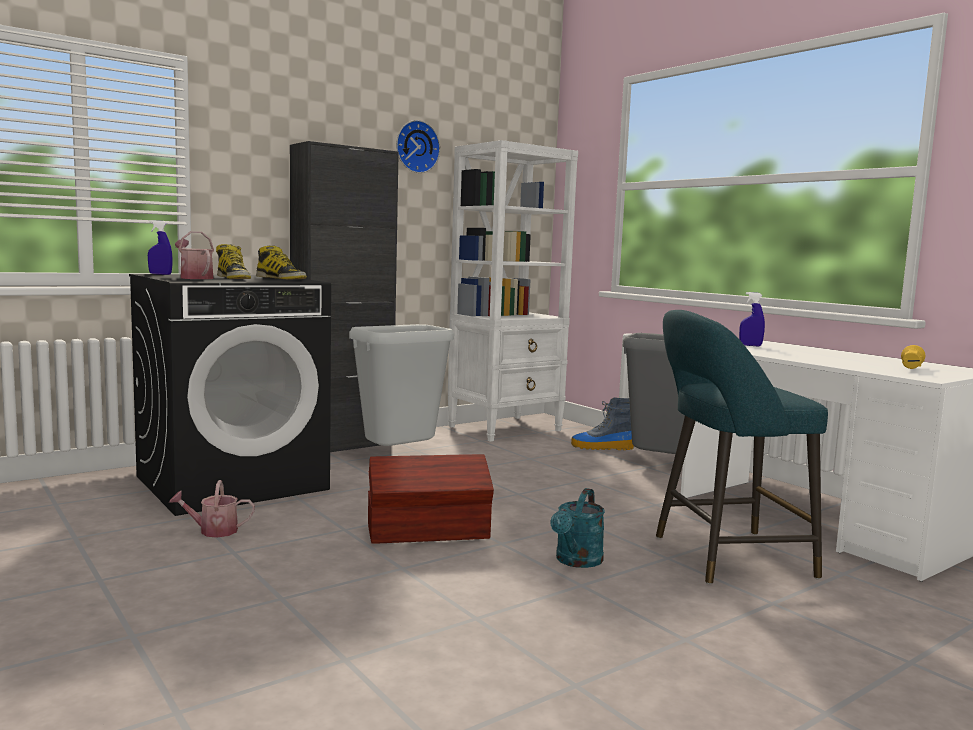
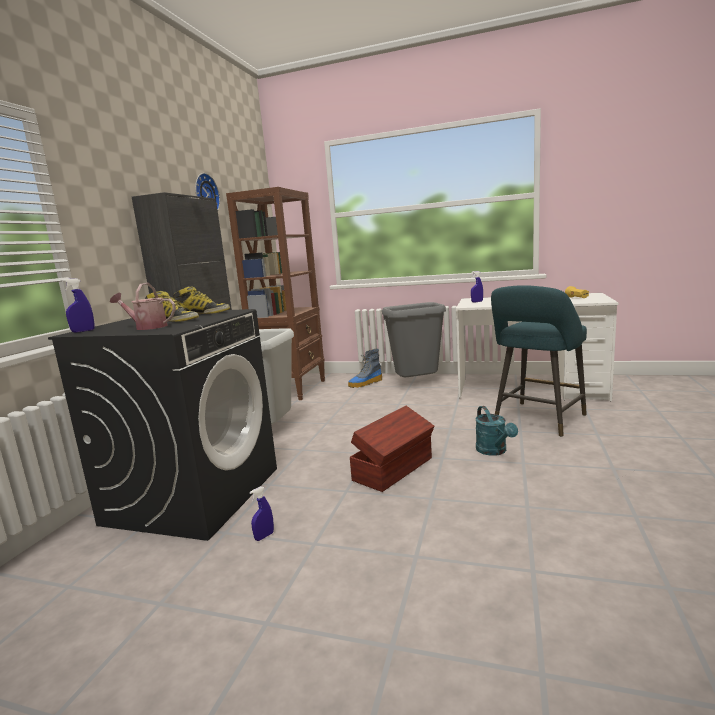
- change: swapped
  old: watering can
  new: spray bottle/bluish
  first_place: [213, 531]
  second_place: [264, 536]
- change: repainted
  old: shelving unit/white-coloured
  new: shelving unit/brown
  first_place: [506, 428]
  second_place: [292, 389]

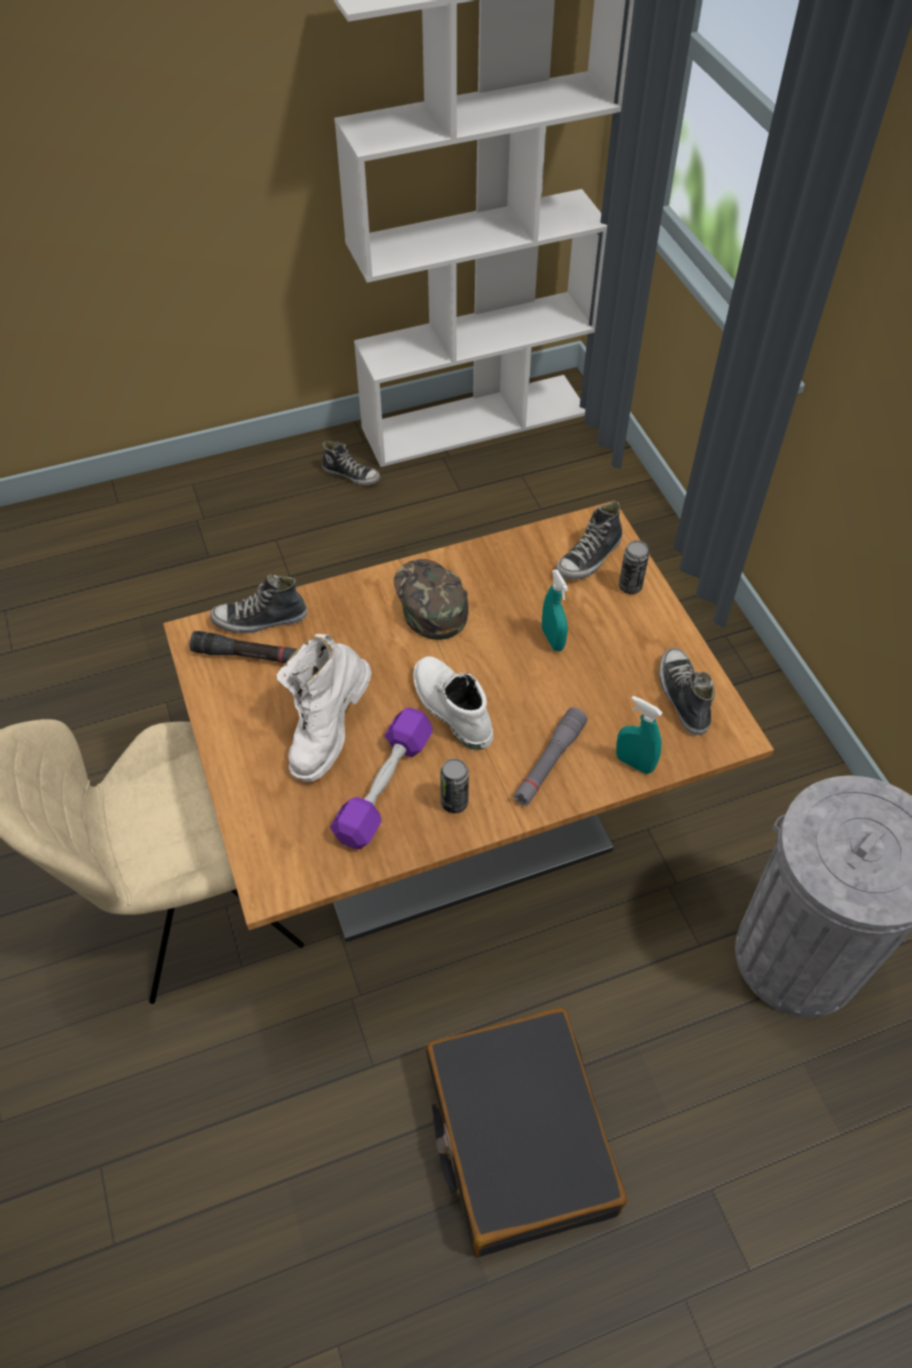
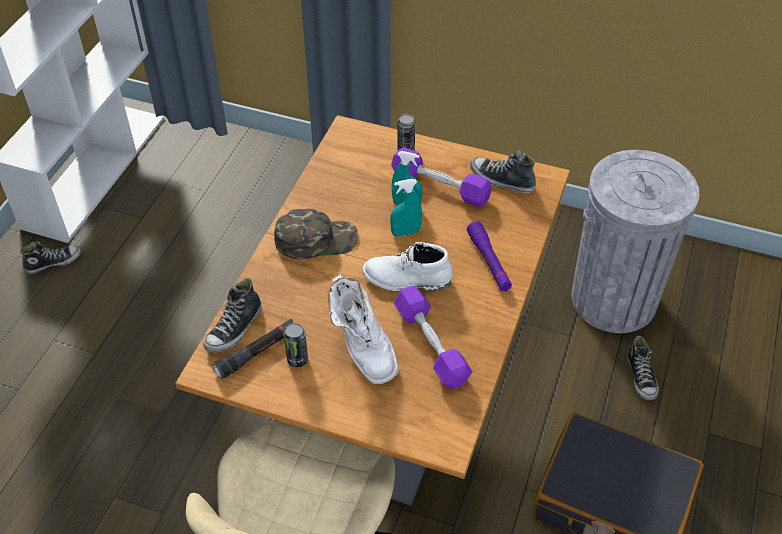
- change: new
  new: hand weight/purple
  second_place: [440, 186]
- change: shifted
  old: can
  first_place: [454, 802]
  second_place: [297, 360]
- change: shifted
  old: shoe
  first_place: [589, 558]
  second_place: [641, 377]
- change: shifted
  old: spray bottle/turquoise
  first_place: [634, 763]
  second_place: [405, 232]
- change: repainted
  old: hand torch/greyish
  new: hand torch/purple
  first_place: [549, 762]
  second_place: [489, 261]
- change: rotated
  old: baseball cap/greenish
  first_place: [429, 601]
  second_place: [316, 239]
  degrees: 150

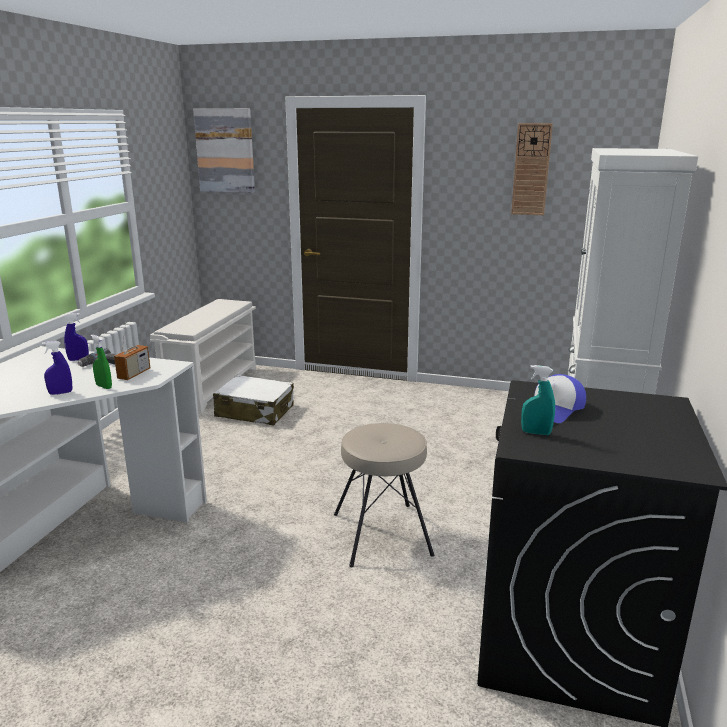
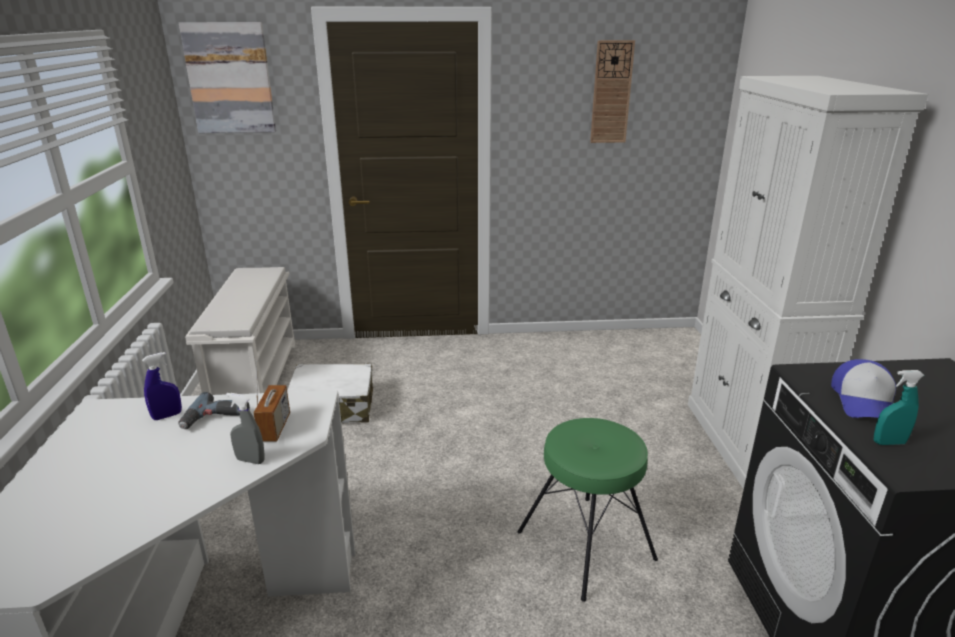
- change: gone
  old: spray bottle/bluish
  first_place: [60, 393]
- change: repainted
  old: spray bottle/greenish
  new: spray bottle/greyish
  first_place: [104, 386]
  second_place: [250, 460]
- change: repainted
  old: sitting stool/beige-coloured
  new: sitting stool/greenish
  first_place: [382, 533]
  second_place: [586, 544]

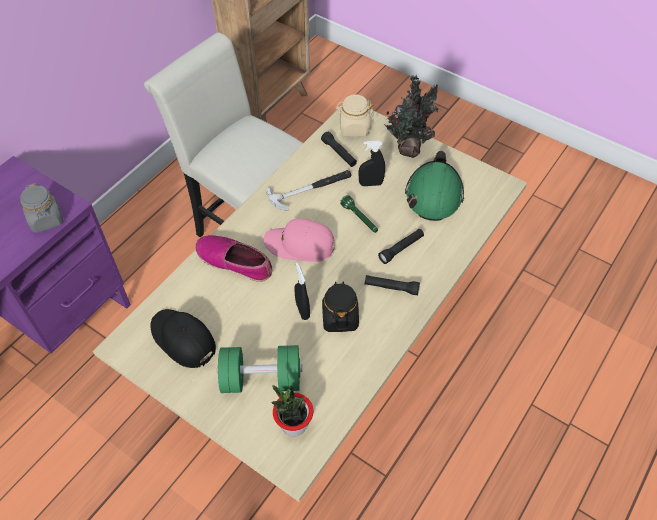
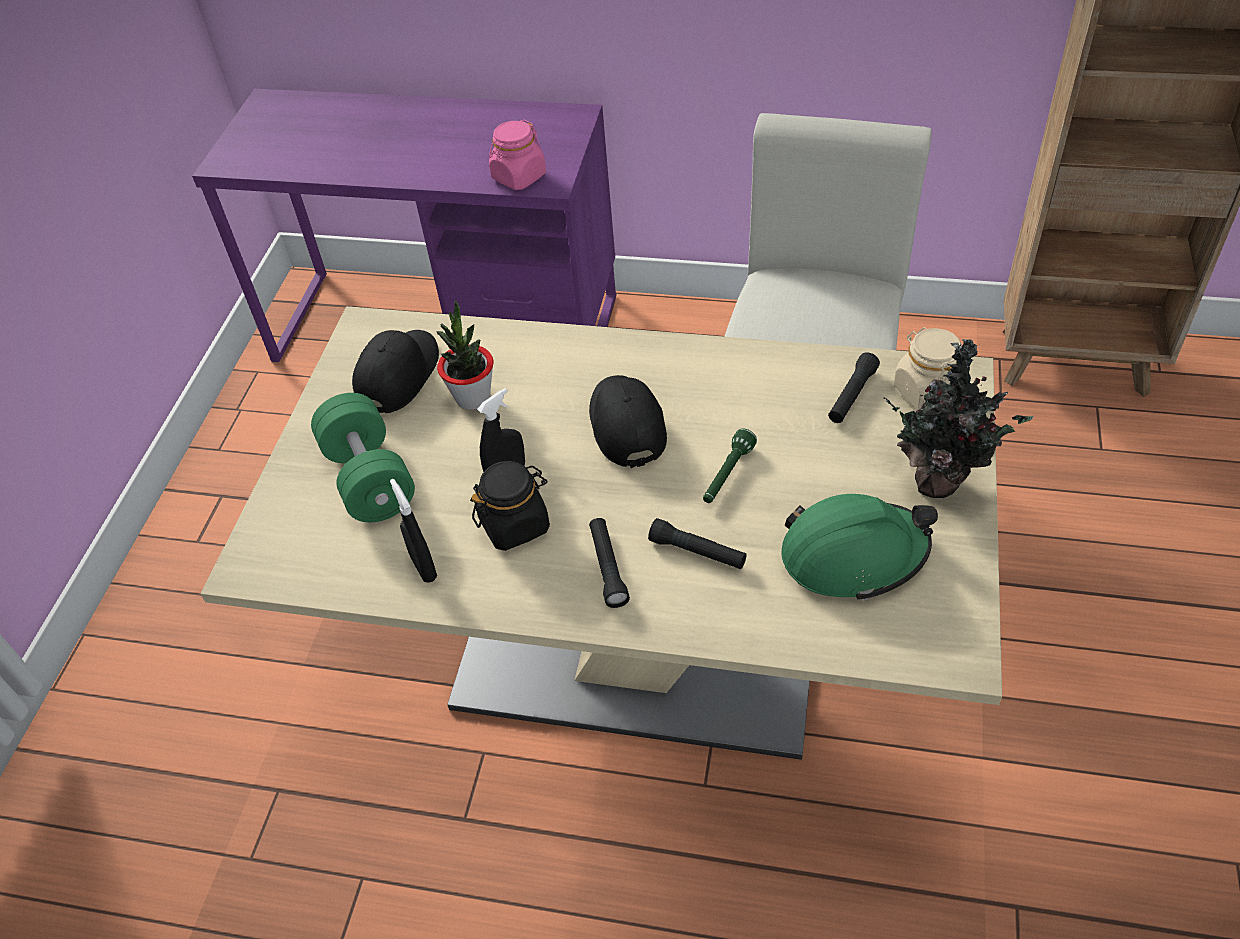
- change: gone
  old: shoe
  first_place: [235, 262]
- change: gone
  old: tool hammer
  first_place: [310, 189]
- change: shifted
  old: plant in a pot
  first_place: [294, 425]
  second_place: [472, 397]
- change: shifted
  old: spray bottle/black
  first_place: [370, 183]
  second_place: [424, 567]
- change: repainted
  old: storage jar/greyish
  new: storage jar/pink-coloured
  first_place: [46, 219]
  second_place: [519, 177]
- change: repainted
  old: baseball cap/pink-coloured
  new: baseball cap/black
  first_place: [299, 245]
  second_place: [626, 425]

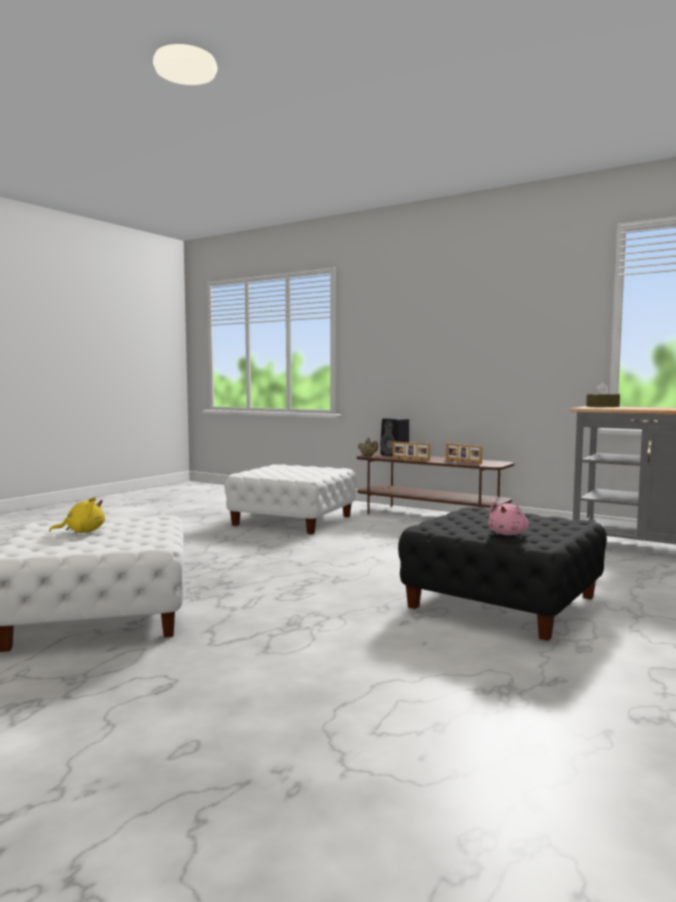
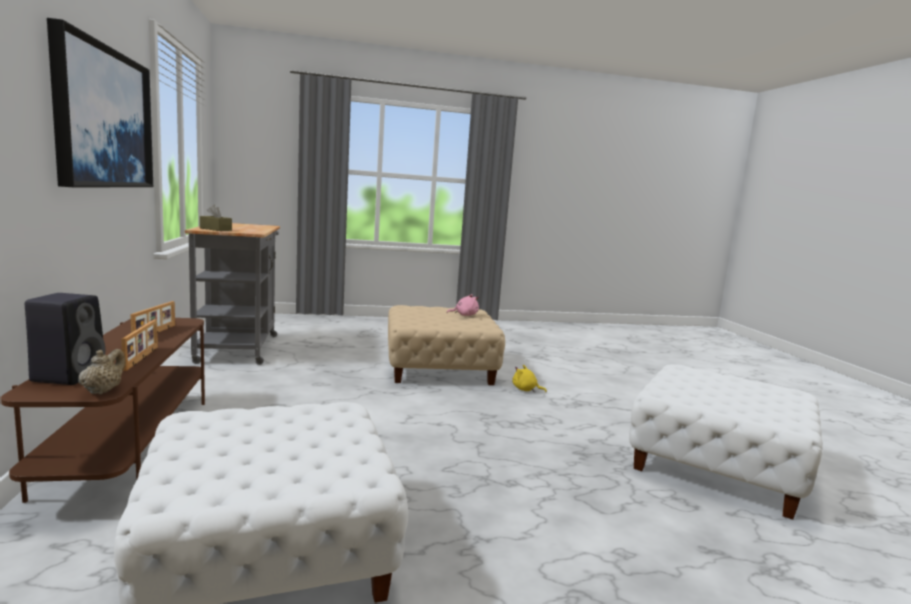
- change: new
  new: wall picture
  second_place: [104, 118]
- change: shifted
  old: plush toy/yellowish
  first_place: [82, 532]
  second_place: [525, 390]
- change: repainted
  old: ottoman/black
  new: ottoman/beige-coloured
  first_place: [503, 602]
  second_place: [439, 368]

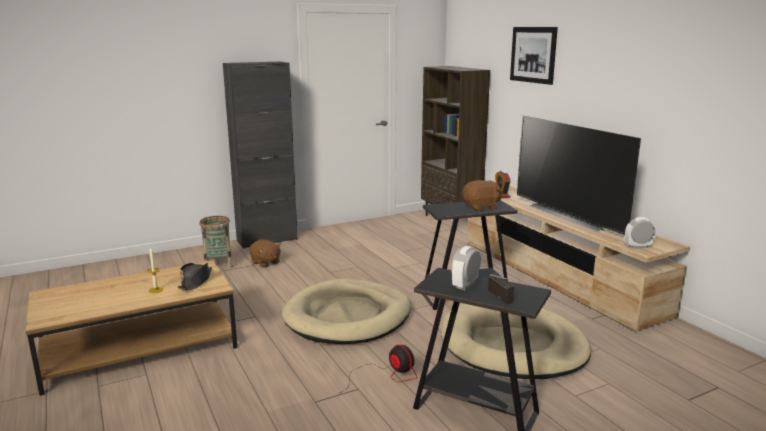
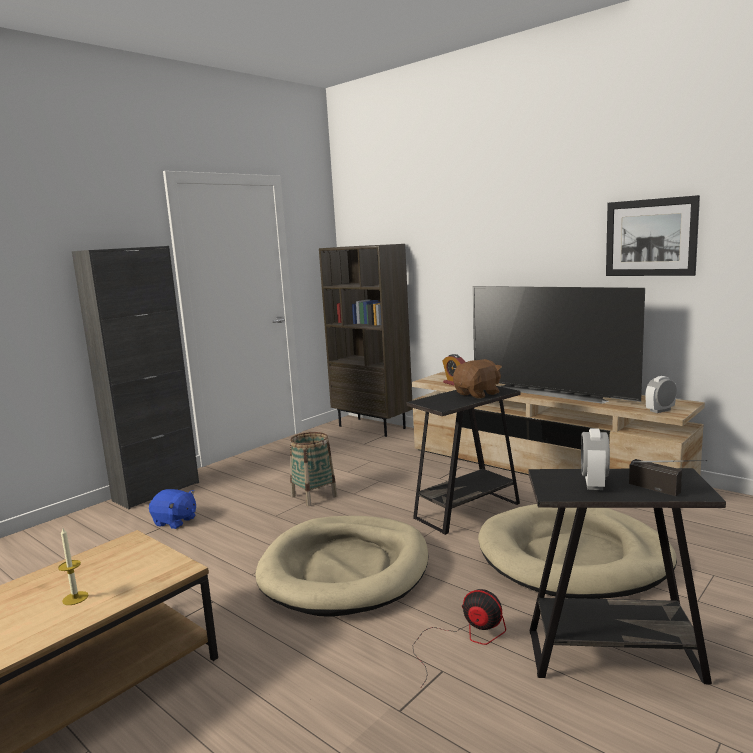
- change: gone
  old: clothing hat/black
  first_place: [196, 281]
- change: shifted
  old: basket
  first_place: [218, 264]
  second_place: [314, 496]
- change: shifted
  old: wall picture
  first_place: [533, 54]
  second_place: [650, 237]
- change: repainted
  old: plush toy/brown
  new: plush toy/bluish
  first_place: [265, 263]
  second_place: [175, 522]

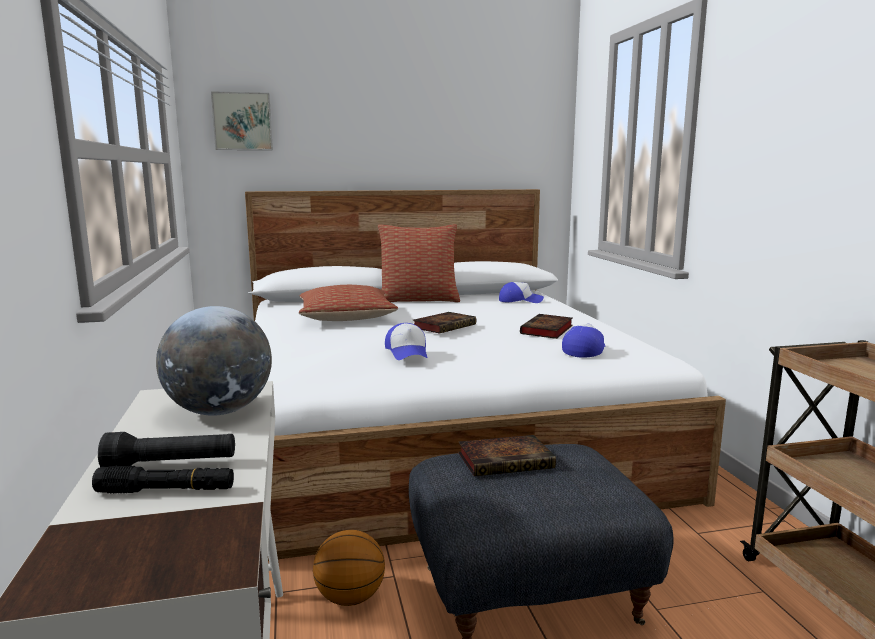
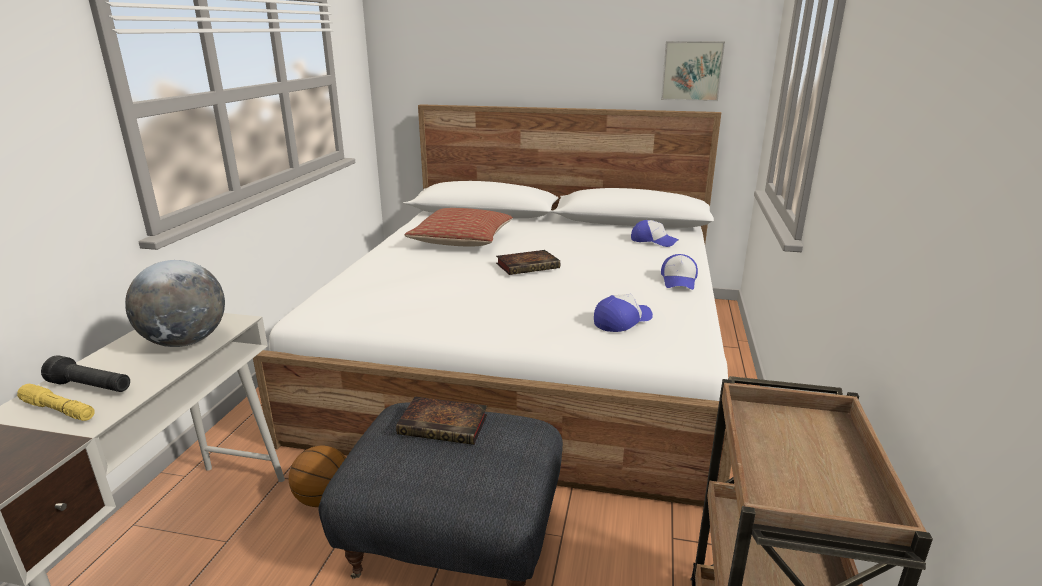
- change: gone
  old: throw pillow
  first_place: [418, 300]
- change: gone
  old: bound book
  first_place: [547, 330]
- change: shifted
  old: wall picture
  first_place: [242, 121]
  second_place: [691, 71]
- change: shifted
  old: baseball cap
  first_place: [408, 352]
  second_place: [679, 280]
- change: repainted
  old: hand torch/black
  new: hand torch/yellowish
  first_place: [166, 491]
  second_place: [59, 410]

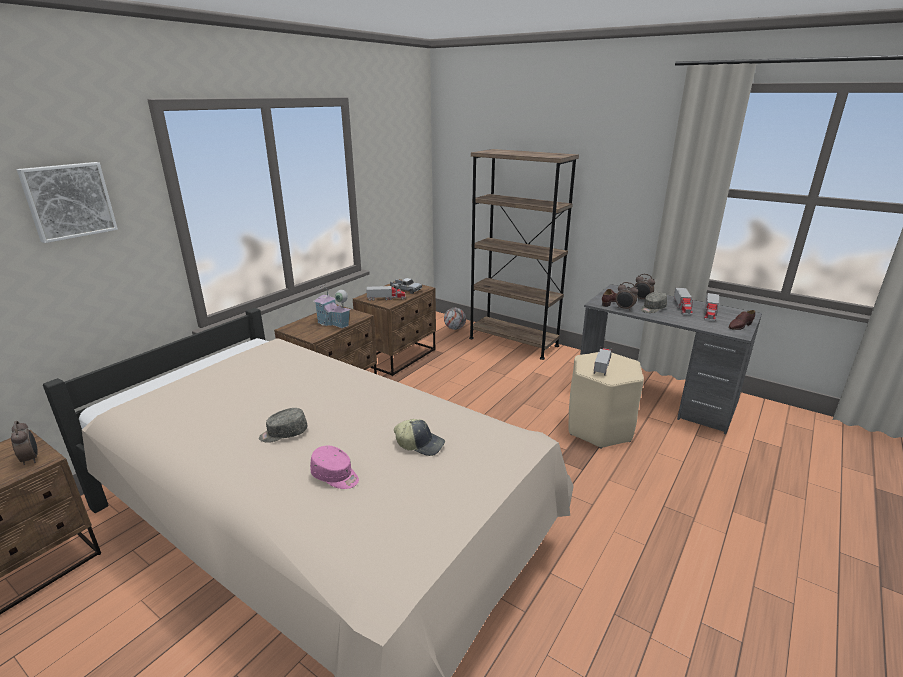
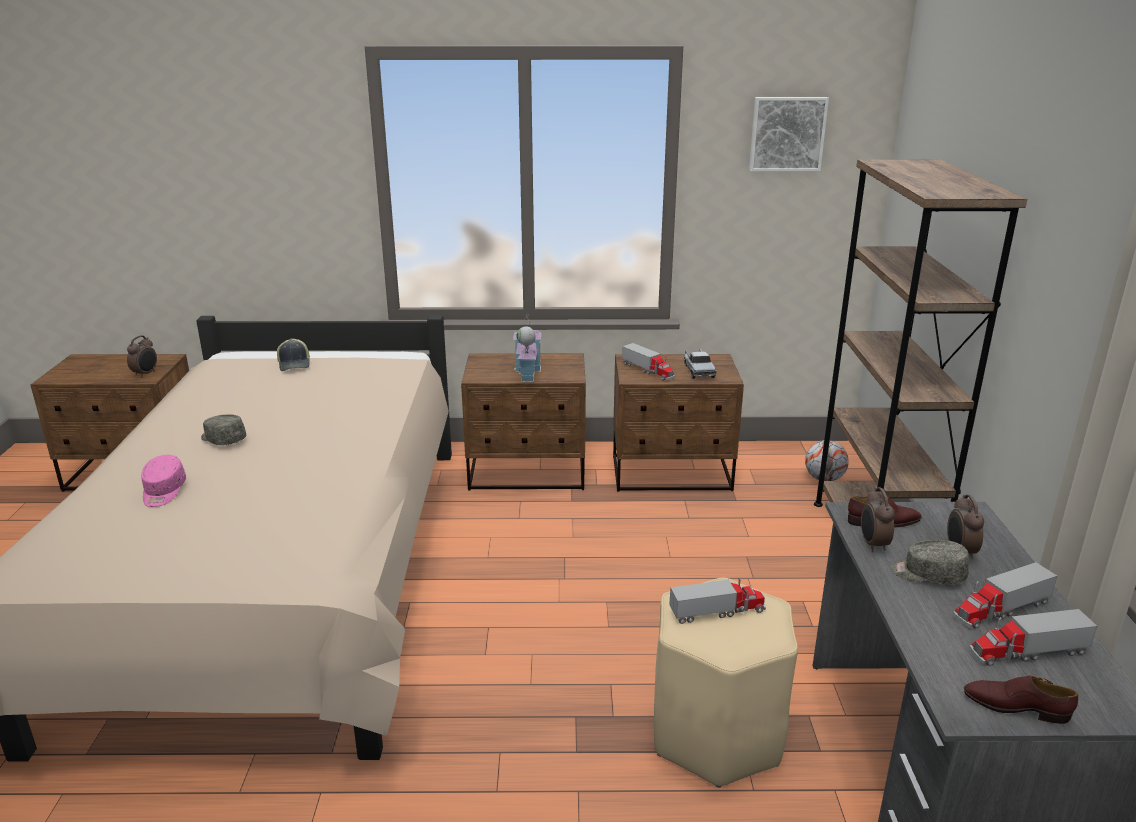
- change: shifted
  old: wall picture
  first_place: [68, 201]
  second_place: [787, 134]
- change: shifted
  old: baseball cap
  first_place: [420, 444]
  second_place: [295, 364]

